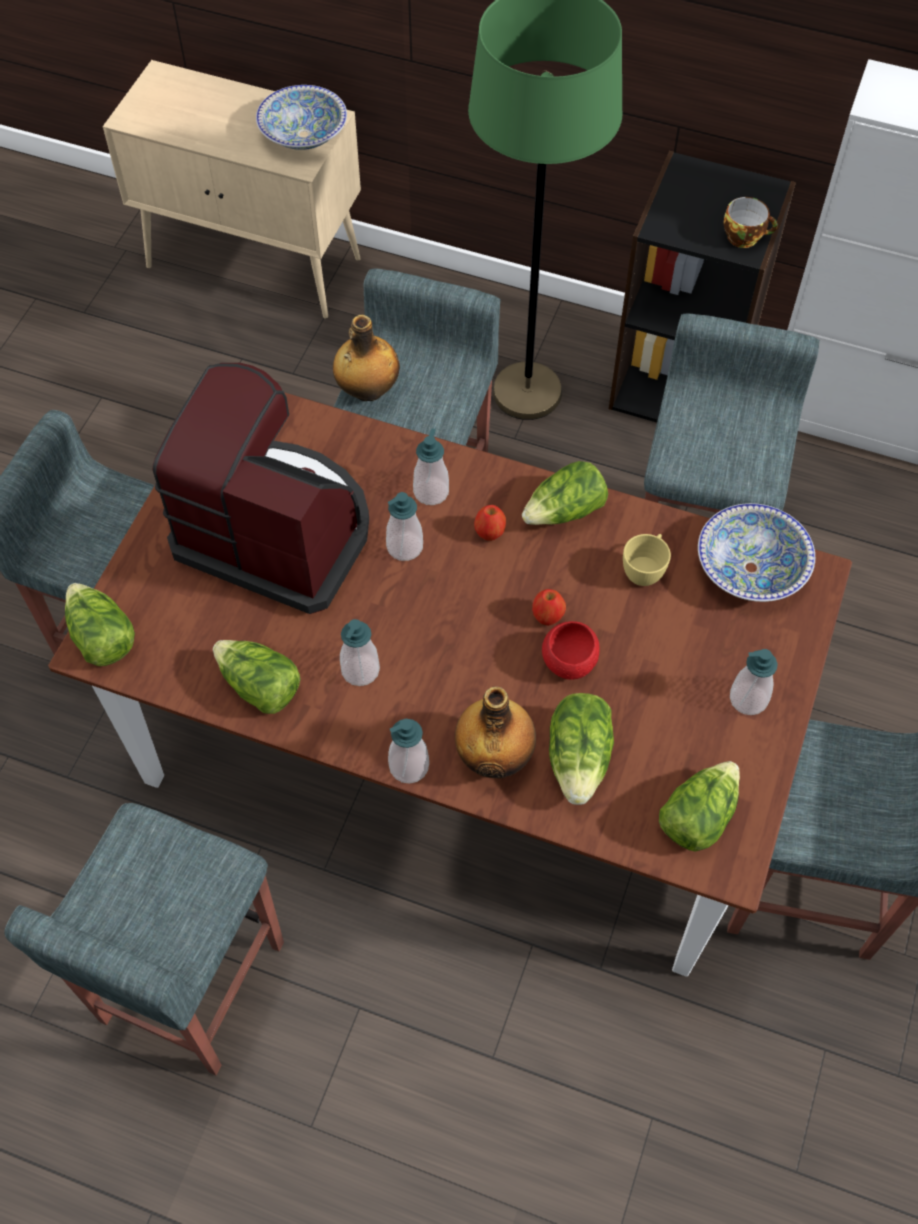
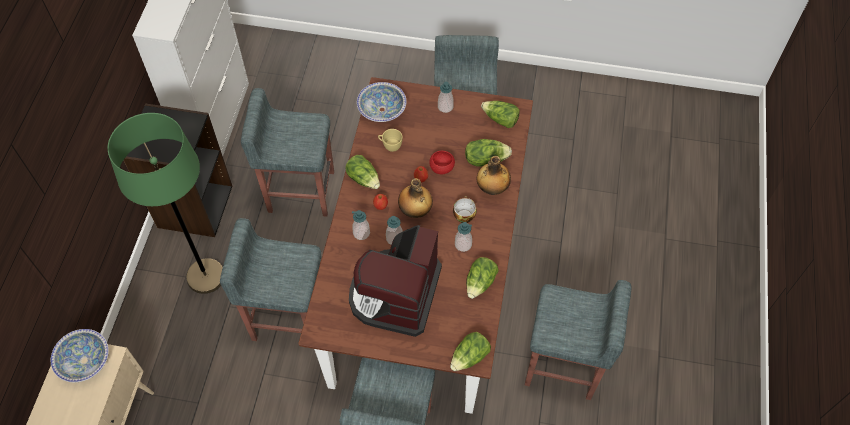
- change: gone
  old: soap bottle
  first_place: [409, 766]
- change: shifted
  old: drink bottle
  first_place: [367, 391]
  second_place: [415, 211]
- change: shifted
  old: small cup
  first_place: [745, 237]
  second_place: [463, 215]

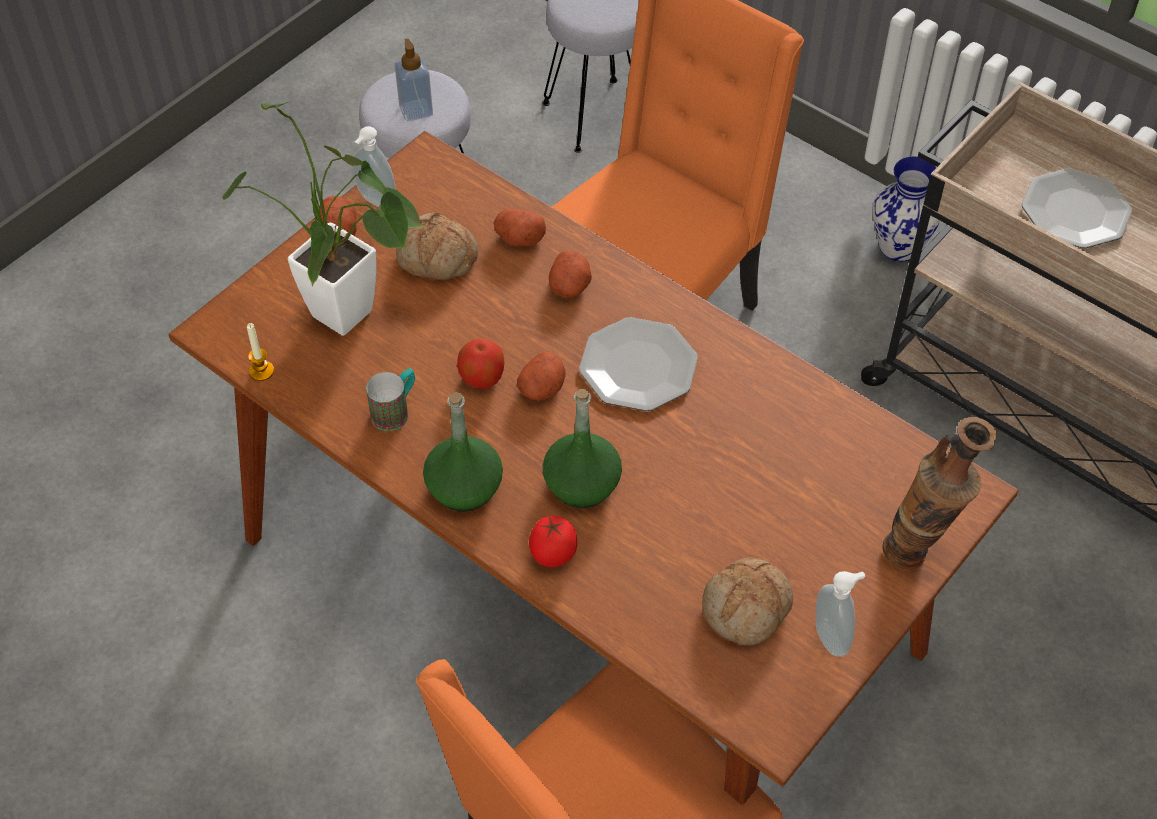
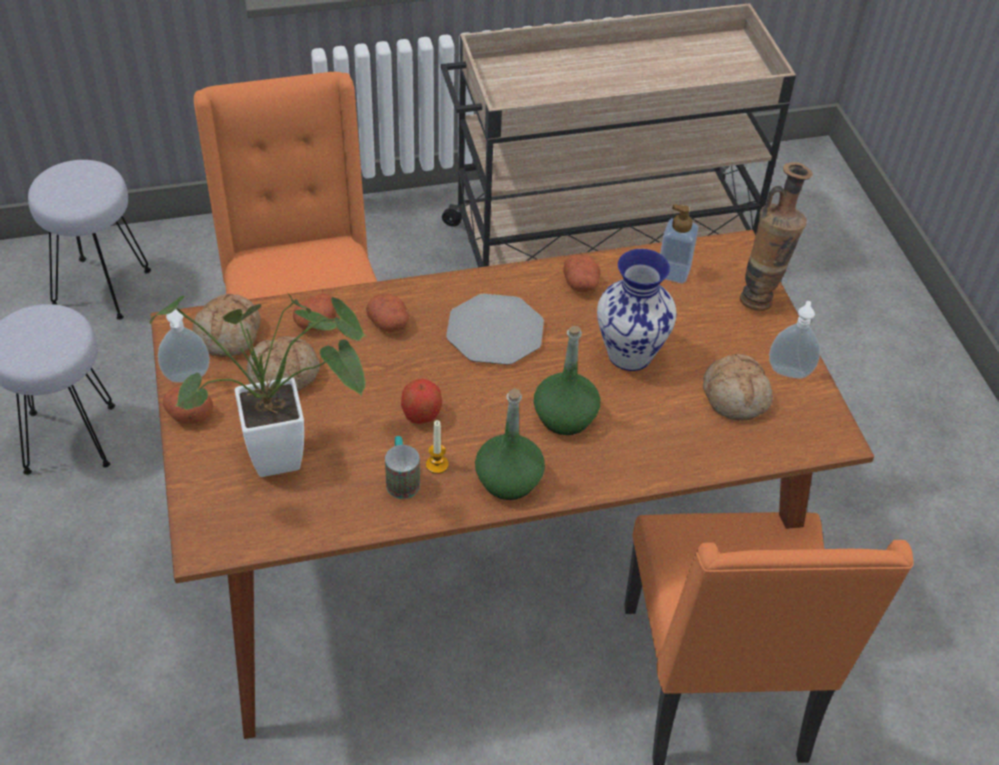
- change: gone
  old: fresh tomato
  first_place: [552, 555]
- change: gone
  old: dinner plate
  first_place: [1075, 211]
- change: new
  new: bread
  second_place: [229, 334]
- change: shifted
  old: candle
  first_place: [261, 371]
  second_place: [437, 465]
- change: shifted
  old: soap bottle
  first_place: [416, 110]
  second_place: [673, 272]
- change: shifted
  old: potato
  first_place: [542, 388]
  second_place: [581, 284]
- change: shifted
  old: decorative vase
  first_place: [898, 246]
  second_place: [629, 354]

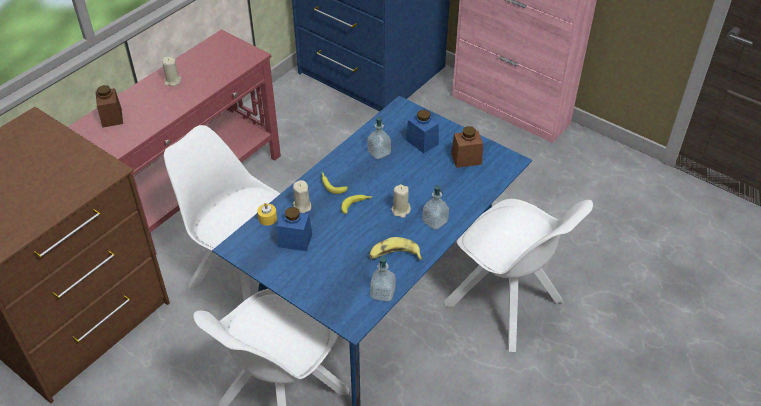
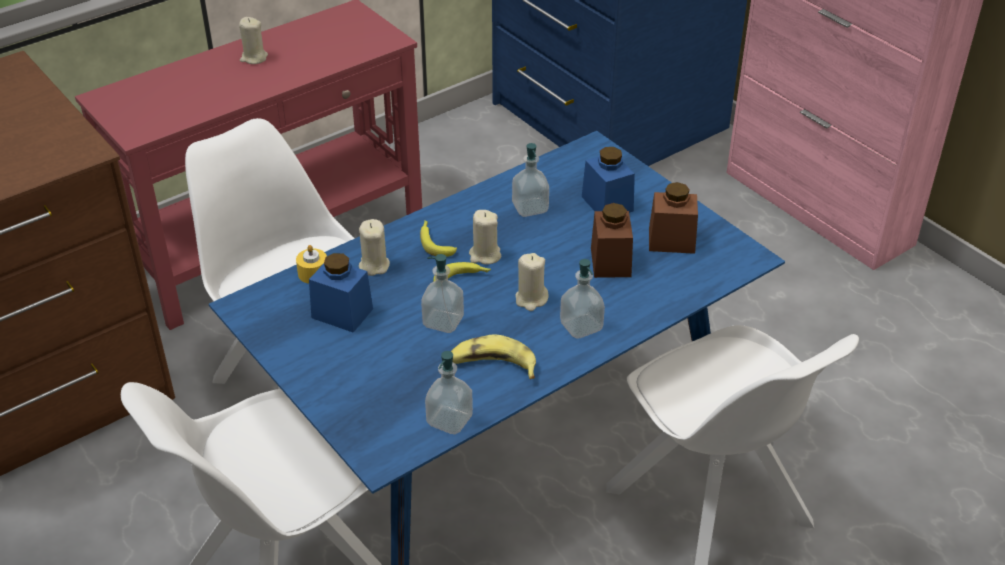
- change: new
  new: soap bottle
  second_place: [443, 321]
- change: new
  new: candle/beige-coloured
  second_place: [485, 255]
- change: shifted
  old: storage jar/brown
  first_place: [112, 117]
  second_place: [610, 262]

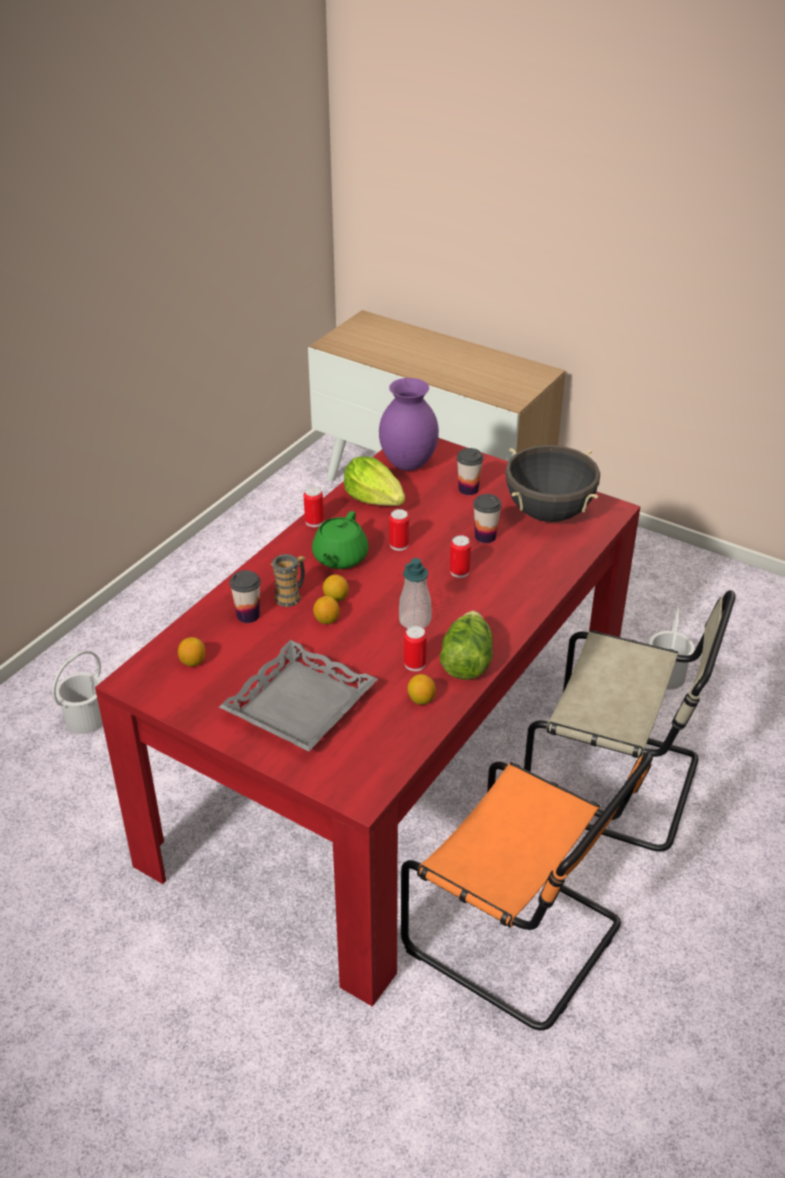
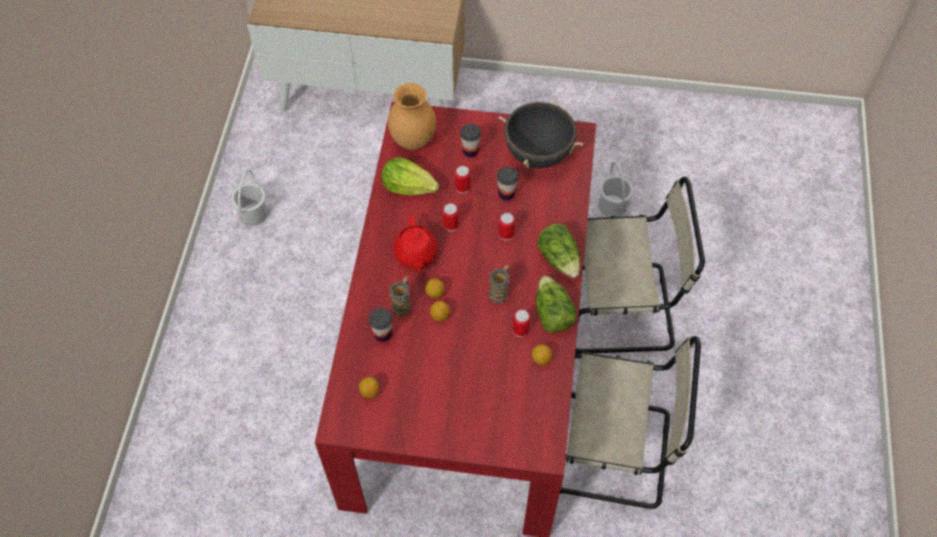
- change: gone
  old: carrying tray/greyish
  first_place: [299, 703]
- change: new
  new: lettuce
  second_place: [559, 258]
- change: shifted
  old: pail/white-coloured
  first_place: [85, 719]
  second_place: [253, 214]
- change: shifted
  old: can
  first_place: [314, 521]
  second_place: [462, 188]
- change: swapped
  old: soap bottle
  new: coffee mug
  first_place: [415, 621]
  second_place: [500, 292]
- change: repainted
  old: tea pot/greenish
  new: tea pot/red
  first_place: [339, 558]
  second_place: [416, 254]
- change: repainted
  old: decorative vase/purple
  new: decorative vase/brown
  first_place: [407, 464]
  second_place: [412, 141]
- change: repainted
  old: chair/orange-coloured
  new: chair/beige-coloured
  first_place: [520, 939]
  second_place: [614, 450]

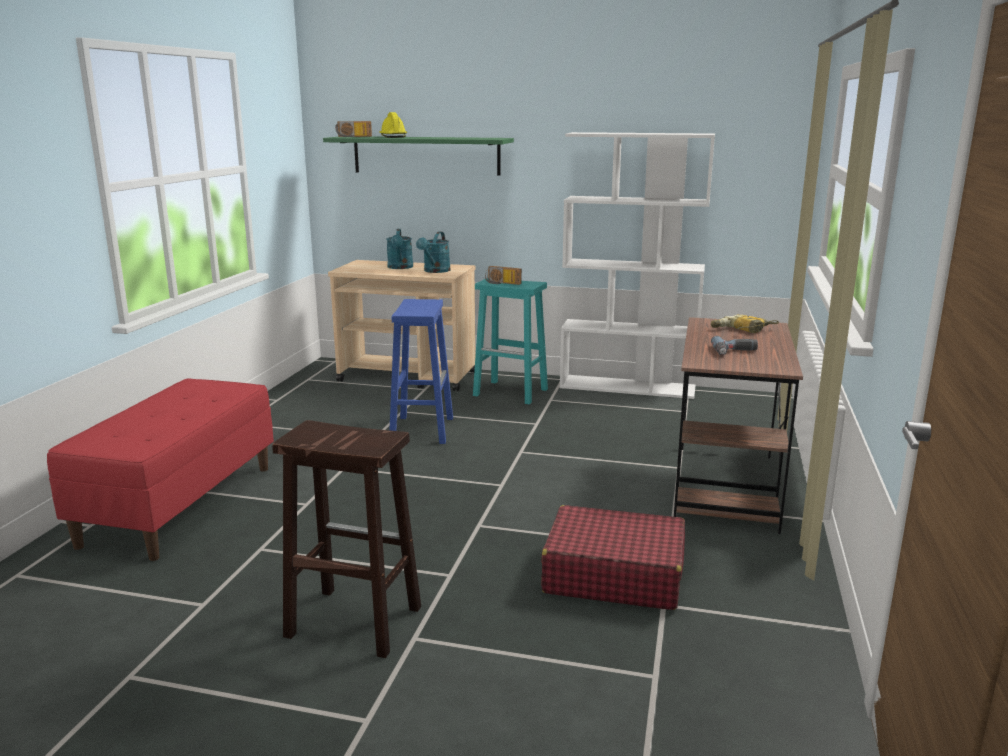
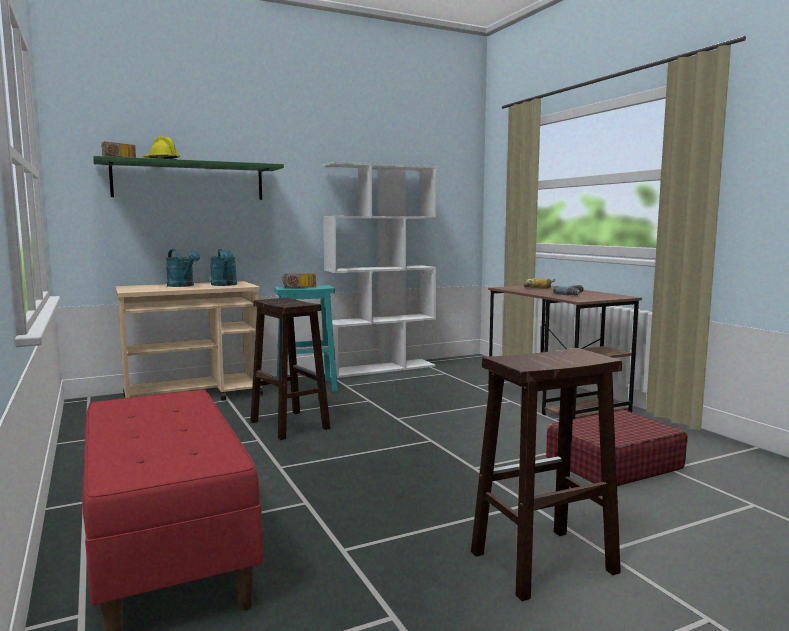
- change: repainted
  old: sitting stool/bluish
  new: sitting stool/brown
  first_place: [422, 429]
  second_place: [288, 424]

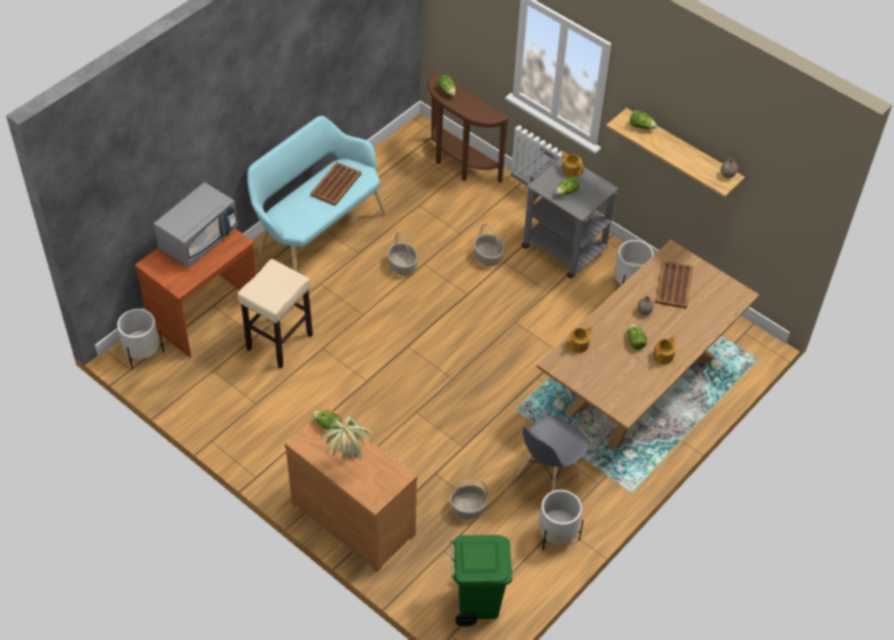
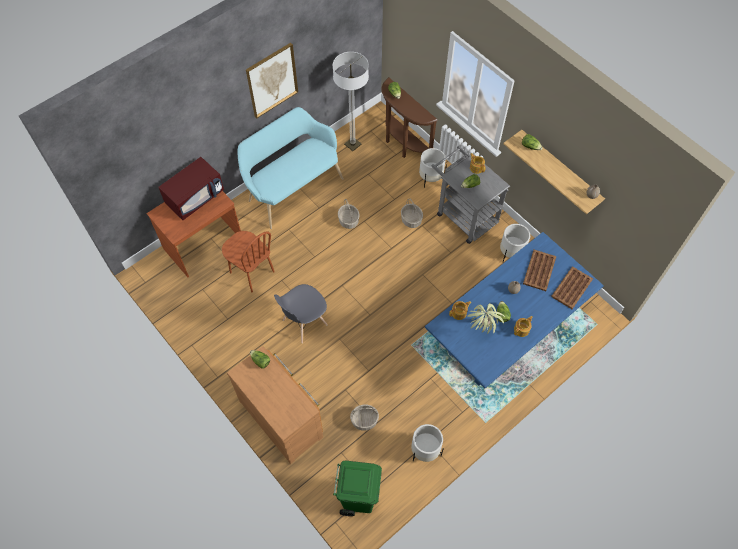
- change: new
  new: wall picture
  second_place: [272, 80]
- change: new
  new: standing lamp
  second_place: [352, 144]
- change: shifted
  old: flower pot/white-coloured
  first_place: [142, 353]
  second_place: [430, 178]
- change: shifted
  old: carrying tray/brown
  first_place: [335, 184]
  second_place: [571, 288]
- change: shifted
  old: plant in a pot
  first_place: [347, 465]
  second_place: [481, 332]
- change: shifted
  old: chair/greyish
  first_place: [549, 475]
  second_place: [304, 322]
- change: swapped
  old: sitting stool/beige-coloured
  new: chair/brown
  first_place: [279, 342]
  second_place: [252, 272]
- change: repainted
  old: microwave oven/greyish
  new: microwave oven/red
  first_place: [198, 239]
  second_place: [195, 197]
- change: repainted
  old: kitchen table/brown
  new: kitchen table/bluish
  first_place: [639, 384]
  second_place: [505, 335]

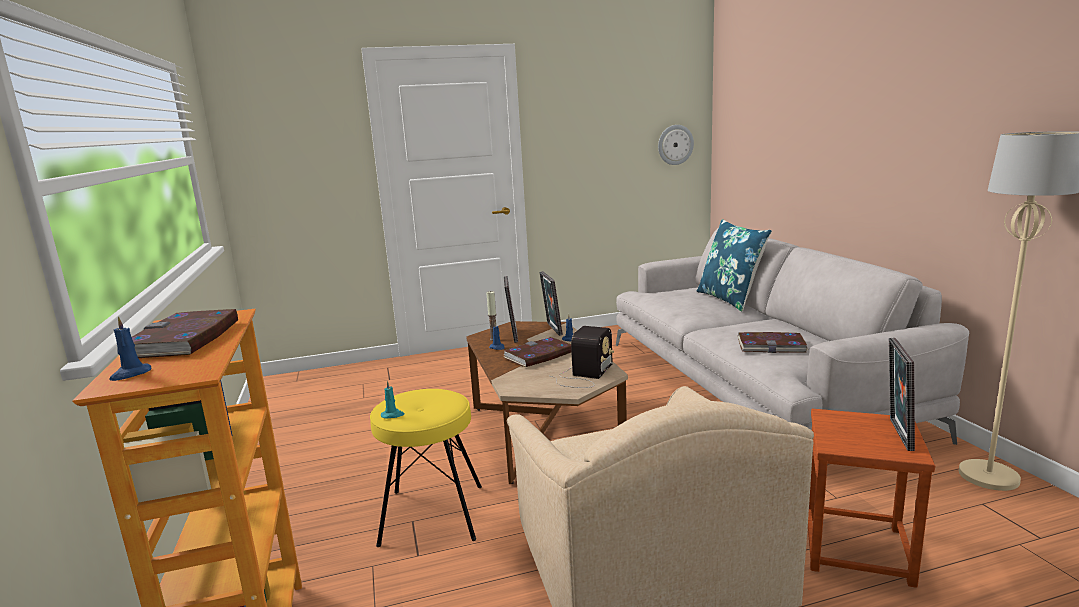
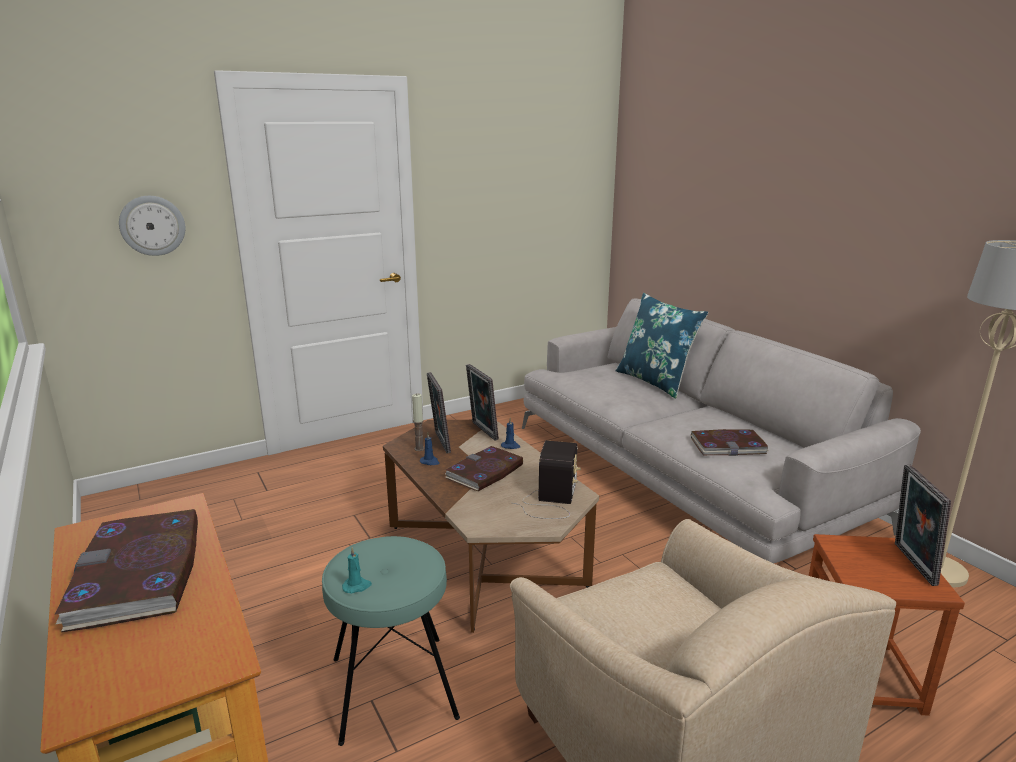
- change: gone
  old: candle/bluish
  first_place: [130, 374]
- change: shifted
  old: wall clock
  first_place: [675, 145]
  second_place: [152, 225]
- change: repainted
  old: sitting stool/yellowish
  new: sitting stool/turquoise
  first_place: [432, 514]
  second_place: [393, 687]

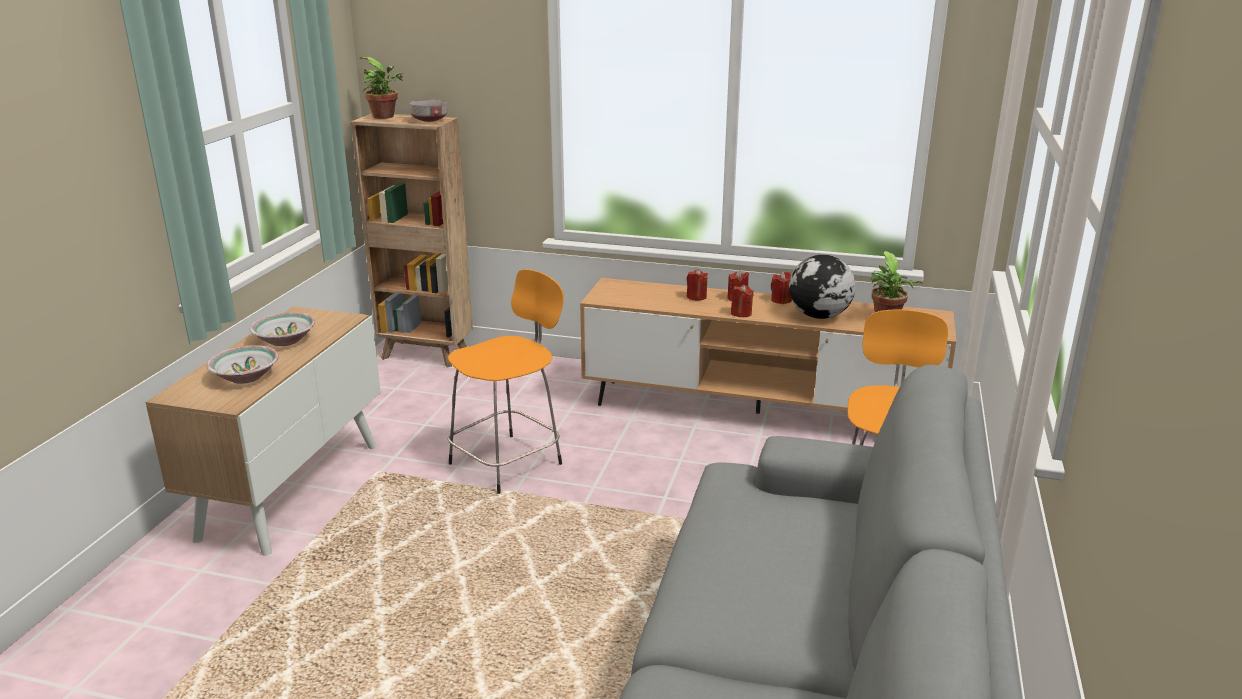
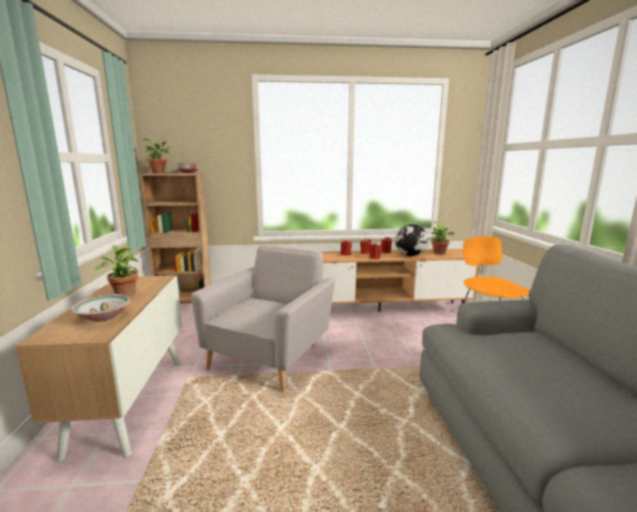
- change: swapped
  old: serving bowl
  new: plant in a pot
  first_place: [285, 340]
  second_place: [123, 293]
- change: swapped
  old: sitting stool/orange-coloured
  new: easy chair/greyish
  first_place: [509, 462]
  second_place: [270, 356]

